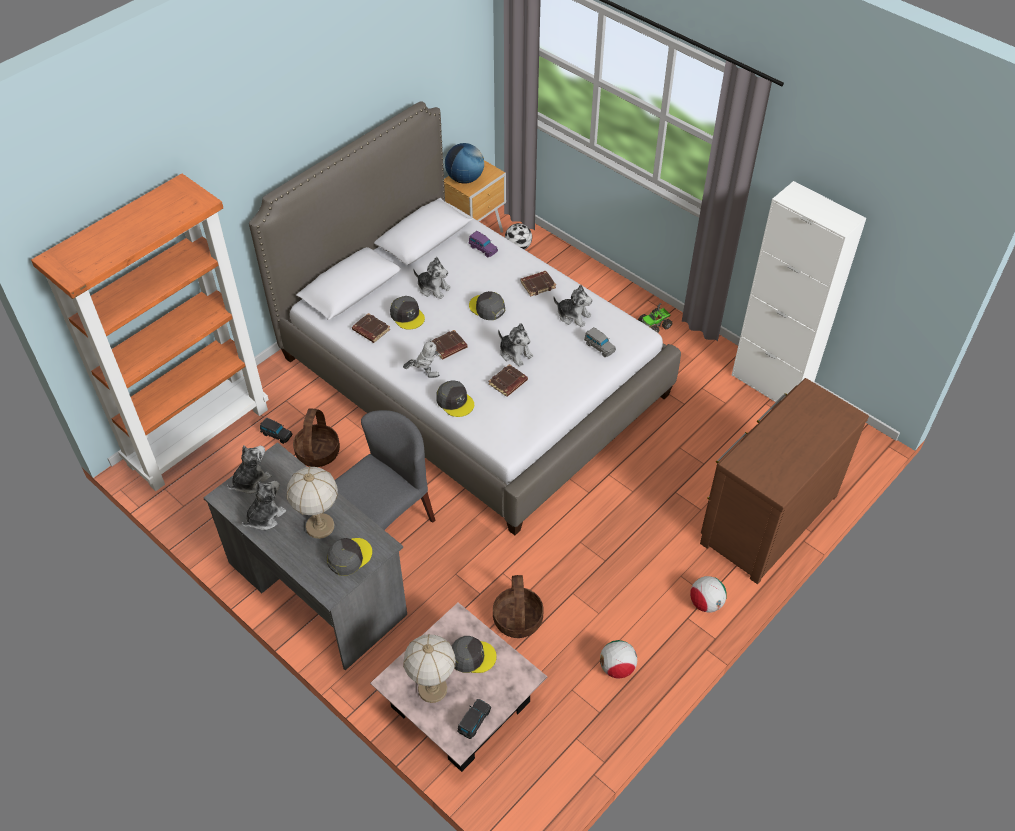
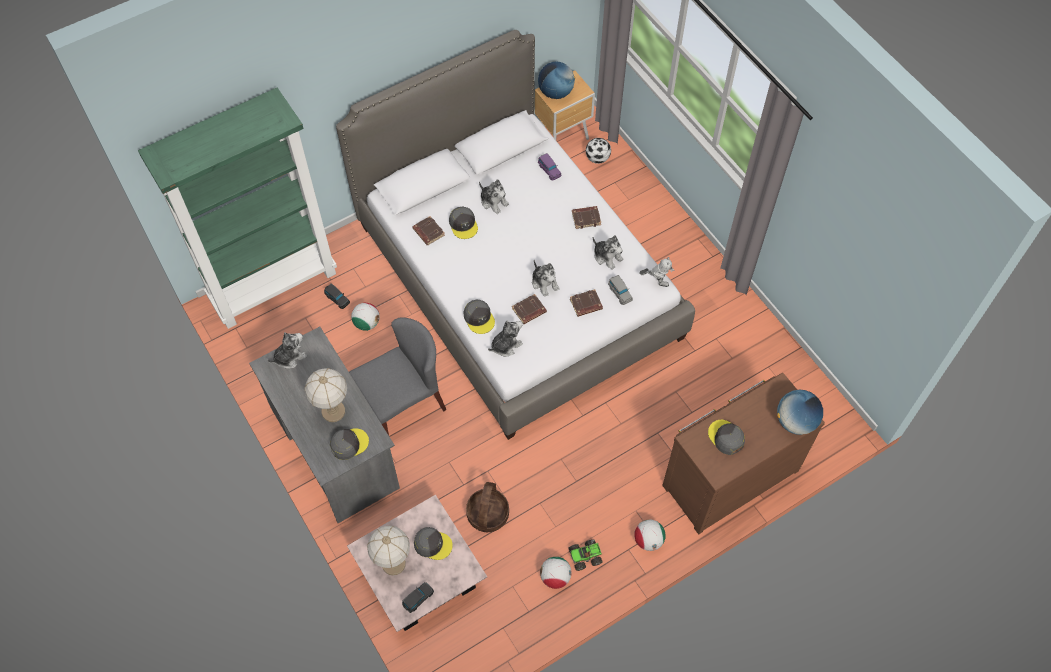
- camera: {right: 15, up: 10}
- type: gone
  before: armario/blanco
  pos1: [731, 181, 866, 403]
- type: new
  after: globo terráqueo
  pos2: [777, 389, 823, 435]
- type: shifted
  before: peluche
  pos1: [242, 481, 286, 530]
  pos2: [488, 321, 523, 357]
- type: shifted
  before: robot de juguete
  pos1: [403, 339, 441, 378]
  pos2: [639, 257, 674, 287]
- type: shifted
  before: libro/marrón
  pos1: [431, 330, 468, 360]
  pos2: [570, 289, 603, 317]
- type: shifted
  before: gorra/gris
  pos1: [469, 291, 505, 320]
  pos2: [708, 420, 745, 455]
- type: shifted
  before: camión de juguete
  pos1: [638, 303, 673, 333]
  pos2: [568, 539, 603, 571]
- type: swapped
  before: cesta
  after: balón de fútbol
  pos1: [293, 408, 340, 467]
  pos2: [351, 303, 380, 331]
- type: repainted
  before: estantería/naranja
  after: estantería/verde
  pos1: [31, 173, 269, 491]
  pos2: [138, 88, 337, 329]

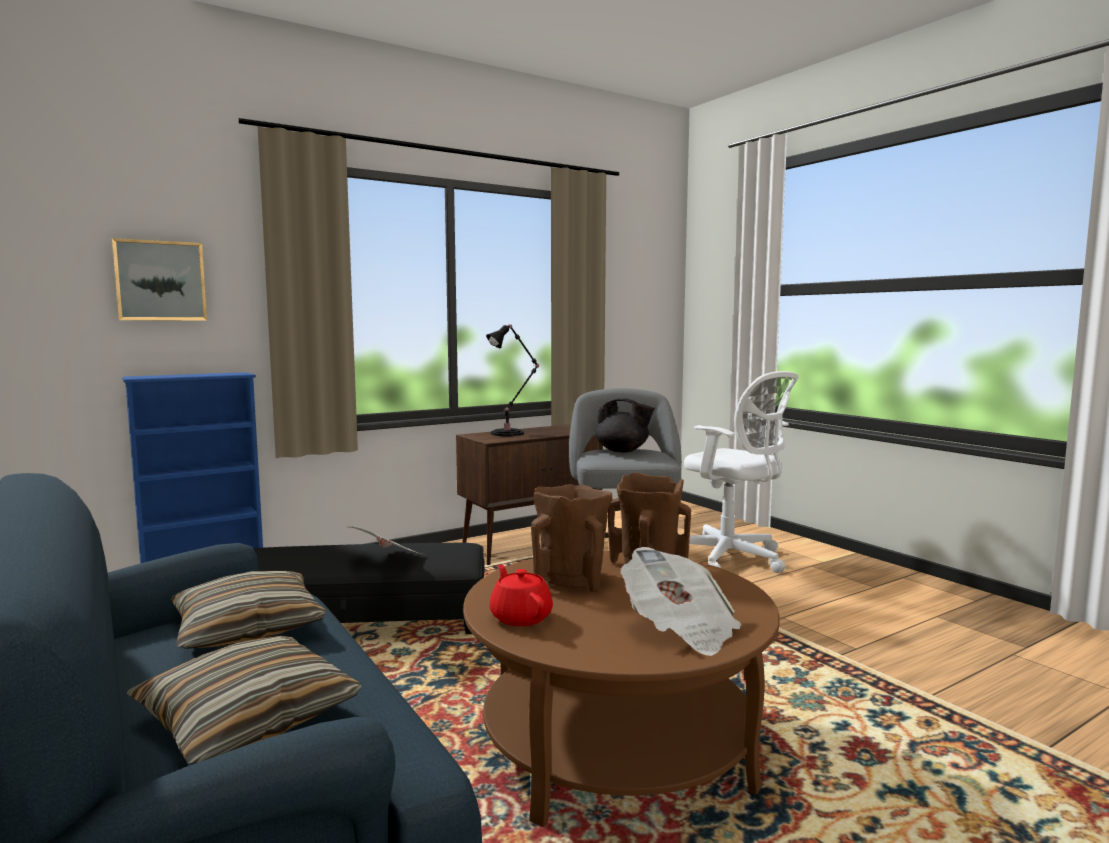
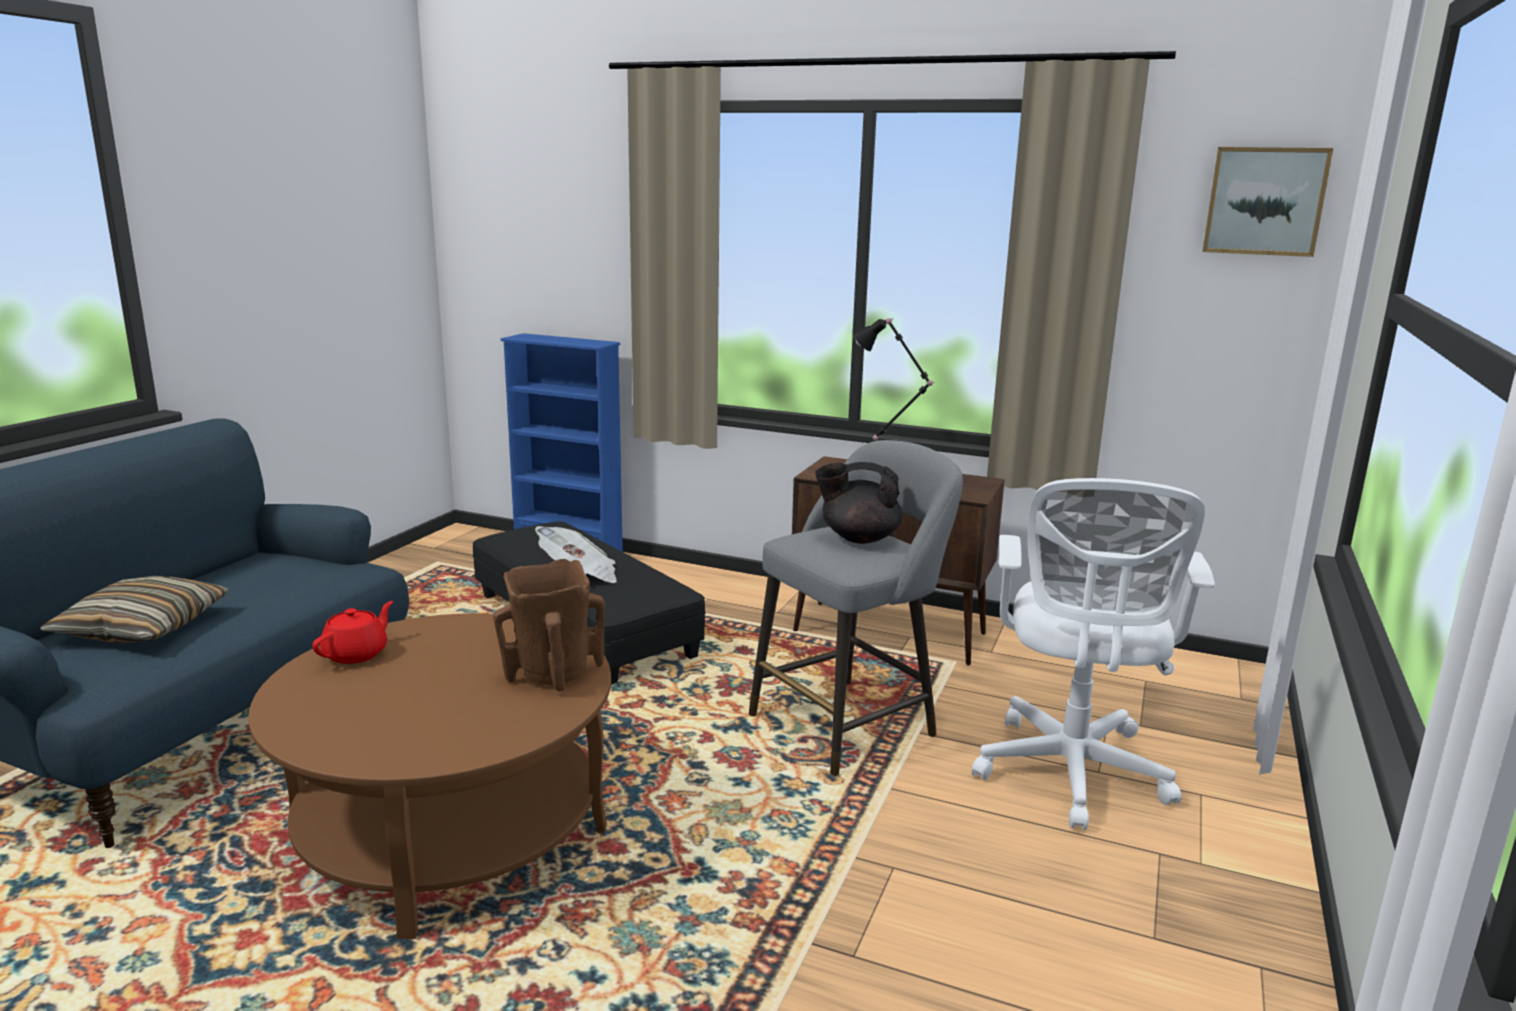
- camera: {right: 55, up: 10}
- type: gone
  before: cojín
  pos1: [171, 571, 327, 649]
- type: gone
  before: florero/marrón
  pos1: [531, 484, 612, 592]
- type: gone
  before: periódico
  pos1: [621, 547, 741, 656]
- type: shifted
  before: cuadro
  pos1: [112, 238, 207, 320]
  pos2: [1203, 147, 1333, 257]
- type: rotated
  before: tetera/negro
  pos1: [595, 399, 655, 453]
  pos2: [815, 462, 903, 544]
  turn: 105

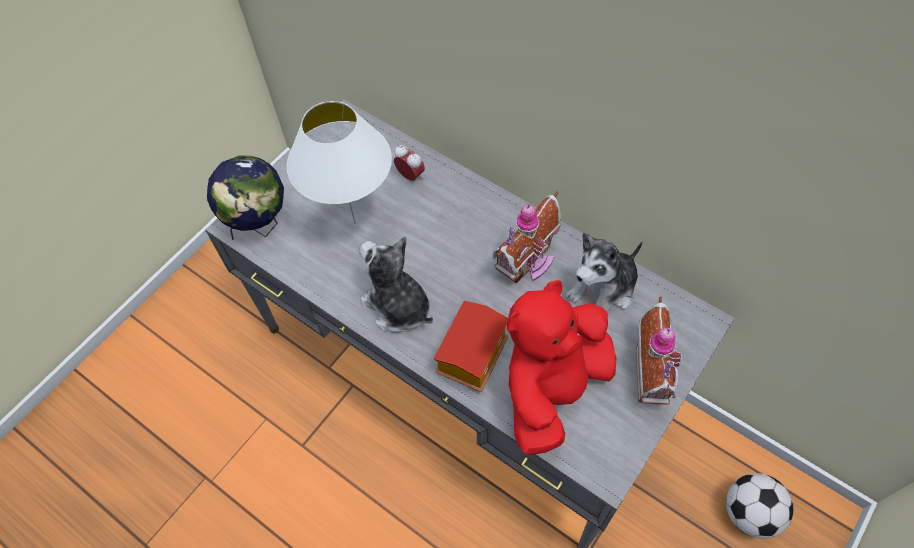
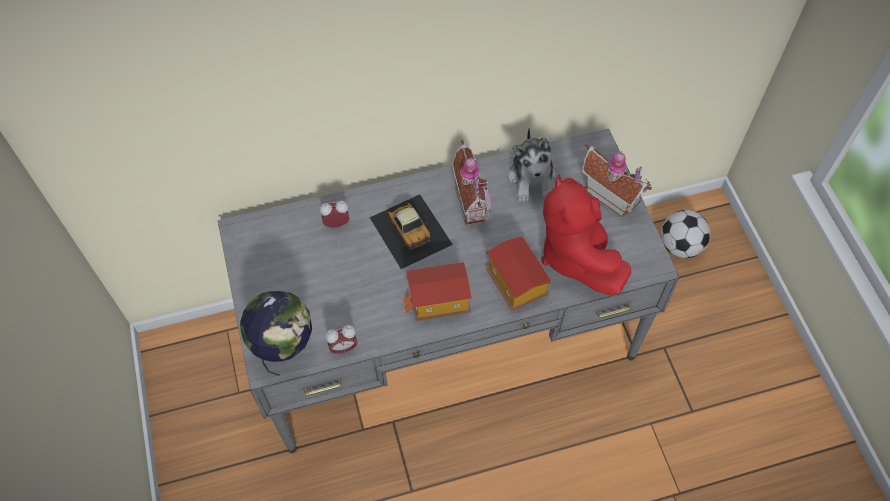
- camera: {right: -55, up: 0}
- type: gone
  before: lámpara de mesa/blanco
  pos1: [287, 101, 392, 223]
- type: new
  after: despertador
  pos2: [325, 325, 358, 355]
- type: new
  after: coche de juguete
  pos2: [370, 195, 453, 269]
- type: swapped
  before: peluche
  after: casita
  pos1: [359, 236, 433, 333]
  pos2: [403, 262, 472, 321]

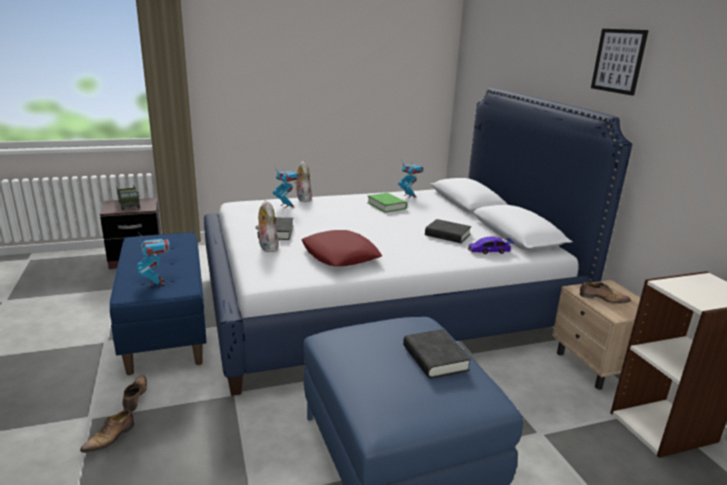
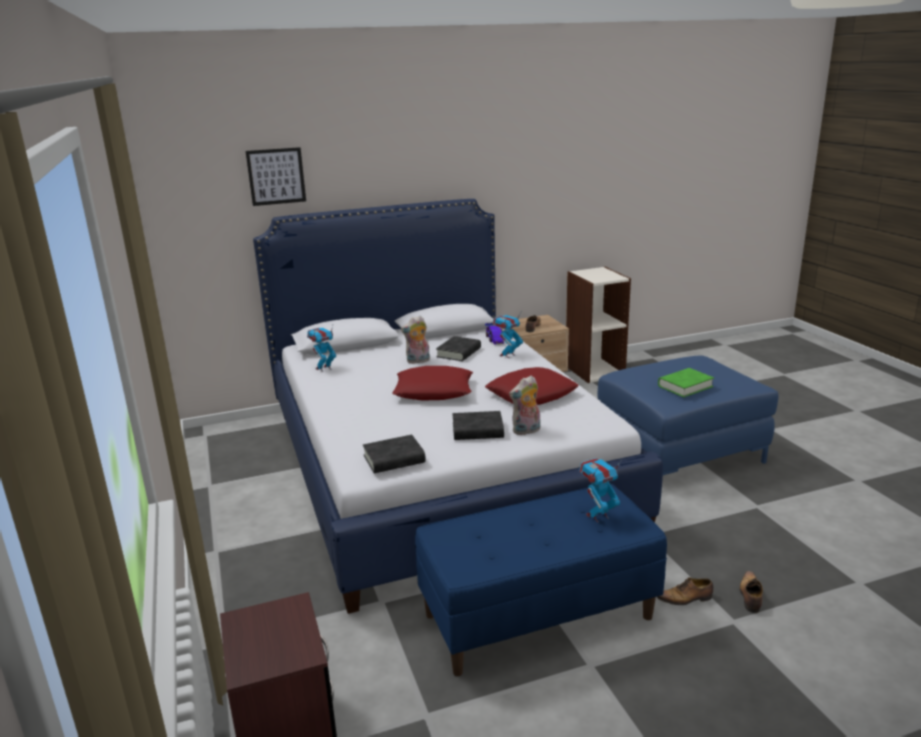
- camera: {right: -90, up: 0}
- type: gone
  before: camión de juguete
  pos1: [117, 184, 140, 210]
- type: new
  after: cojín/rojo
  pos2: [392, 366, 473, 401]
- type: shifted
  before: robot de juguete
  pos1: [273, 169, 300, 208]
  pos2: [493, 312, 523, 358]
- type: shifted
  before: peluche
  pos1: [294, 161, 312, 202]
  pos2: [401, 316, 430, 364]
- type: shifted
  before: libro/verde
  pos1: [367, 193, 407, 213]
  pos2: [658, 368, 714, 397]
- type: shifted
  before: libro/negro
  pos1: [403, 329, 471, 379]
  pos2: [363, 435, 426, 473]
- type: shifted
  before: cuadro
  pos1: [591, 29, 649, 96]
  pos2: [245, 147, 306, 206]
- type: rotated
  before: zapato
  pos1: [80, 410, 134, 453]
  pos2: [739, 571, 763, 613]
  turn: -105

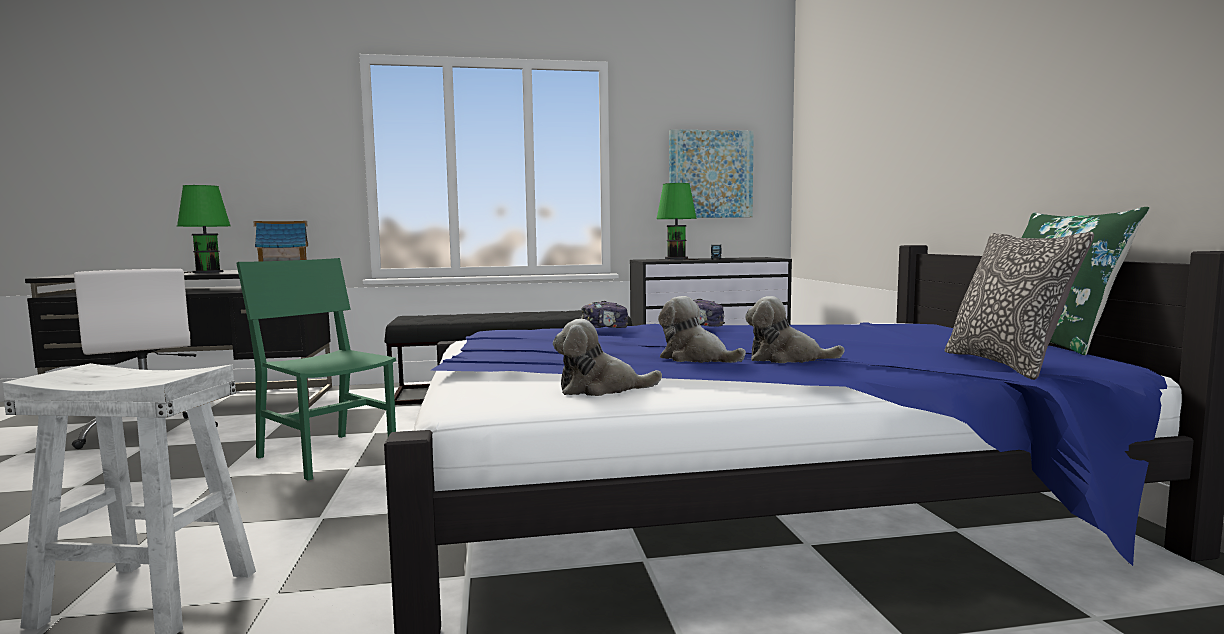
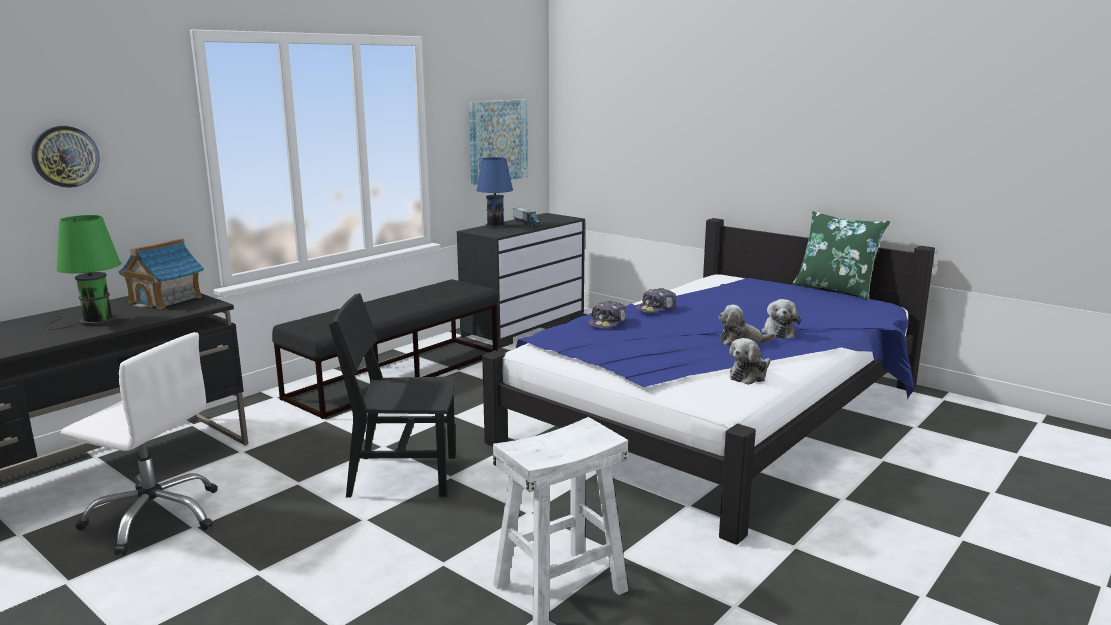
- camera: {right: -40, up: 10}
- type: gone
  before: cojín
  pos1: [945, 232, 1094, 380]
- type: new
  after: reloj de pared
  pos2: [31, 126, 100, 188]
- type: repainted
  before: silla/verde
  after: silla/negro
  pos1: [236, 258, 396, 481]
  pos2: [329, 293, 456, 497]
- type: repainted
  before: lámpara de mesa/verde
  after: lámpara de mesa/azul
  pos1: [657, 183, 699, 260]
  pos2: [476, 157, 523, 232]
- type: rotated
  before: peluche
  pos1: [745, 296, 845, 363]
  pos2: [761, 299, 801, 338]
  turn: -60

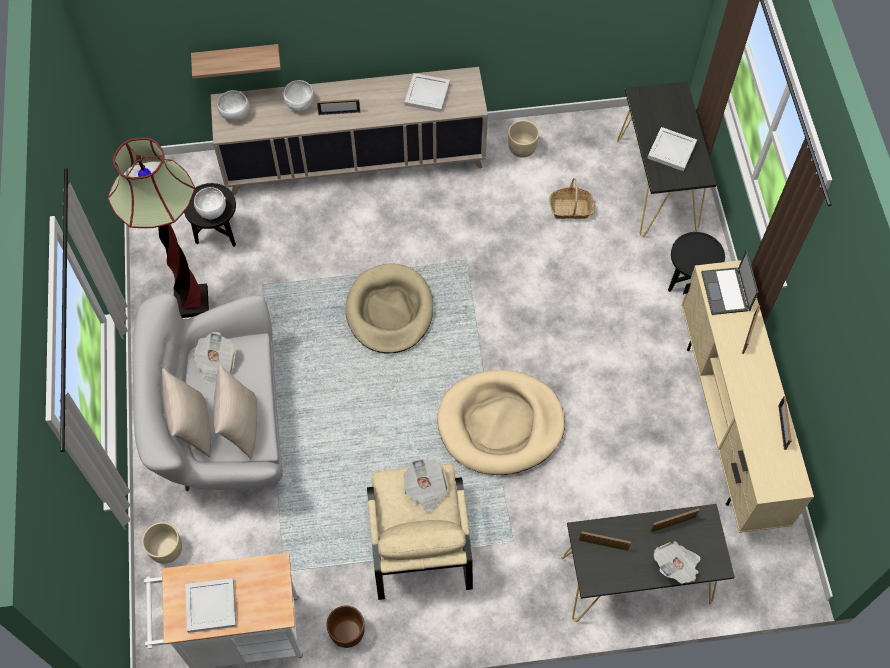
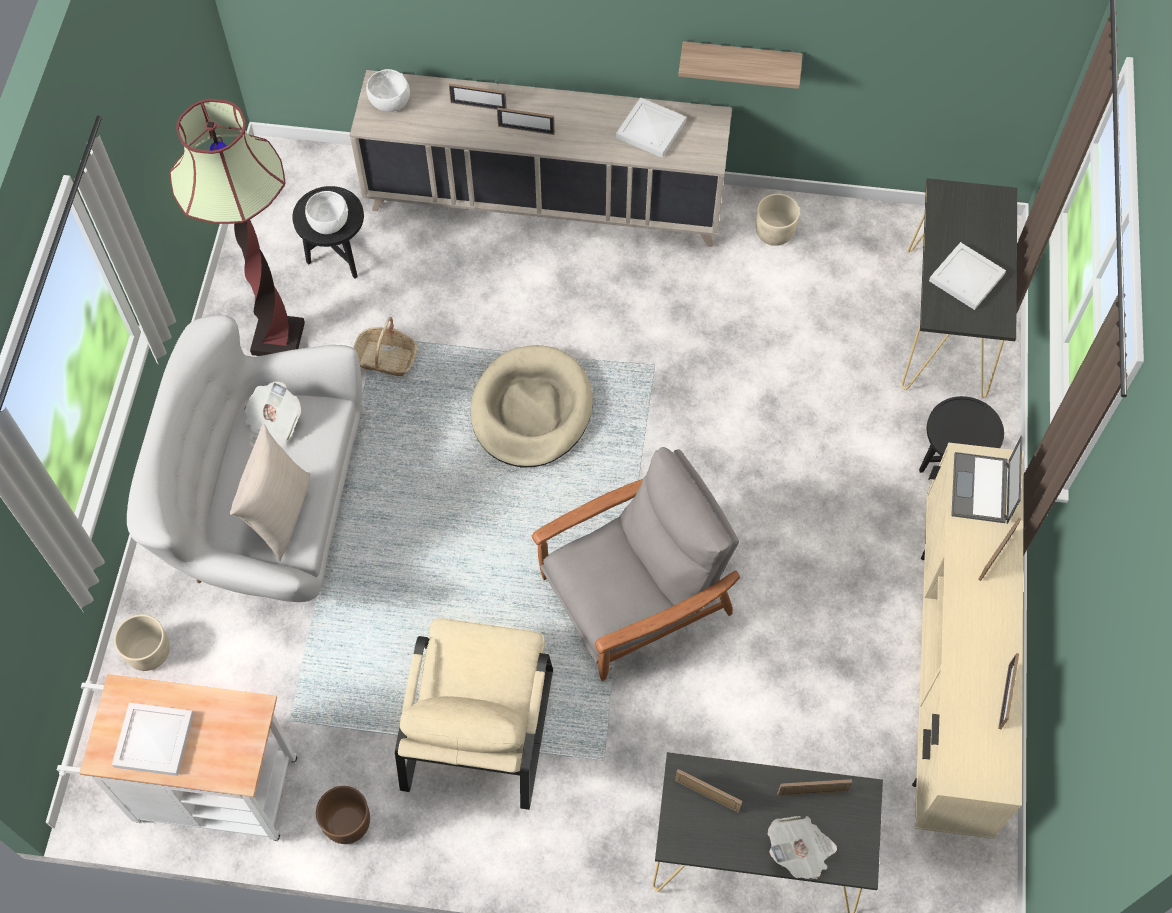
- camera: {right: 15, up: 0}
- type: gone
  before: cojín/beis
  pos1: [162, 368, 211, 458]
- type: gone
  before: periódico
  pos1: [403, 458, 449, 512]
- type: shifted
  before: estante
  pos1: [191, 44, 281, 79]
  pos2: [678, 41, 802, 89]
- type: shifted
  before: cesta
  pos1: [549, 178, 594, 219]
  pos2: [353, 317, 417, 376]
- type: swapped
  before: cuenco/blanco
  after: portarretratos
  pos1: [282, 80, 314, 111]
  pos2: [449, 84, 507, 110]
- type: swapped
  before: cama para perro/beis
  after: sillón/gris
  pos1: [437, 370, 565, 475]
  pos2: [532, 447, 740, 681]

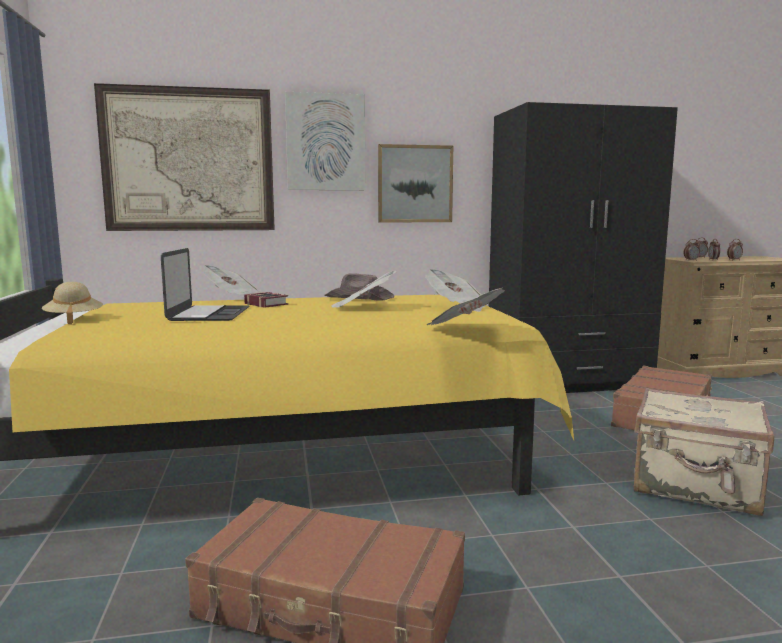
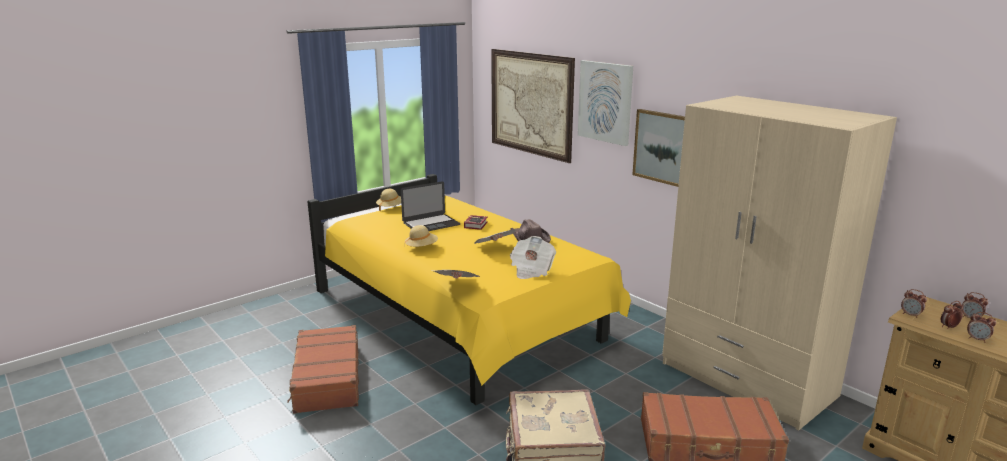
- camera: {right: 60, up: 10}
- type: gone
  before: periódico
  pos1: [202, 265, 261, 297]
- type: new
  after: sombrero/beis
  pos2: [405, 225, 438, 247]
- type: repainted
  before: armario ropero/negro
  after: armario ropero/beis
  pos1: [489, 102, 678, 393]
  pos2: [662, 96, 897, 431]

